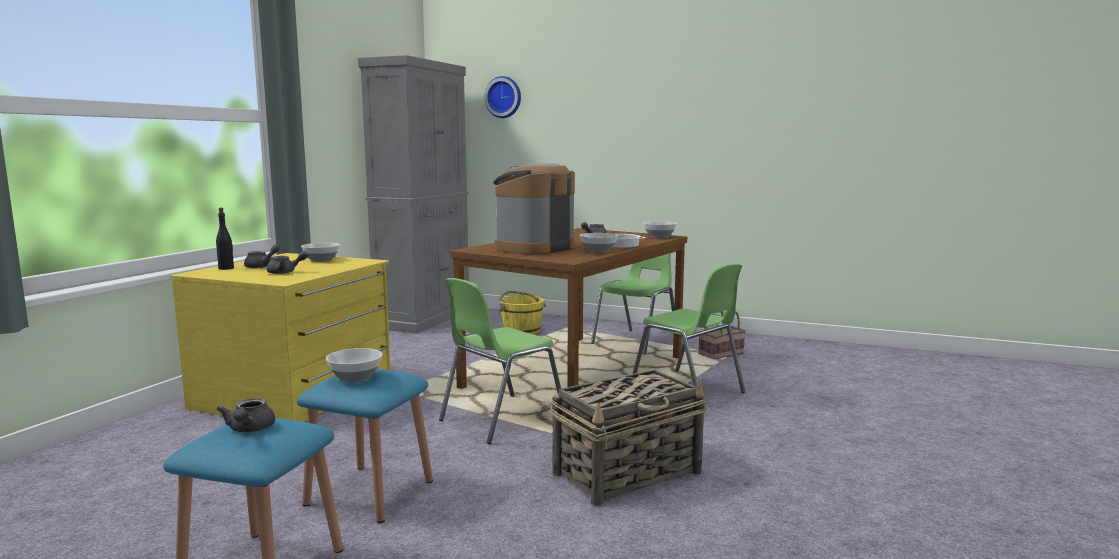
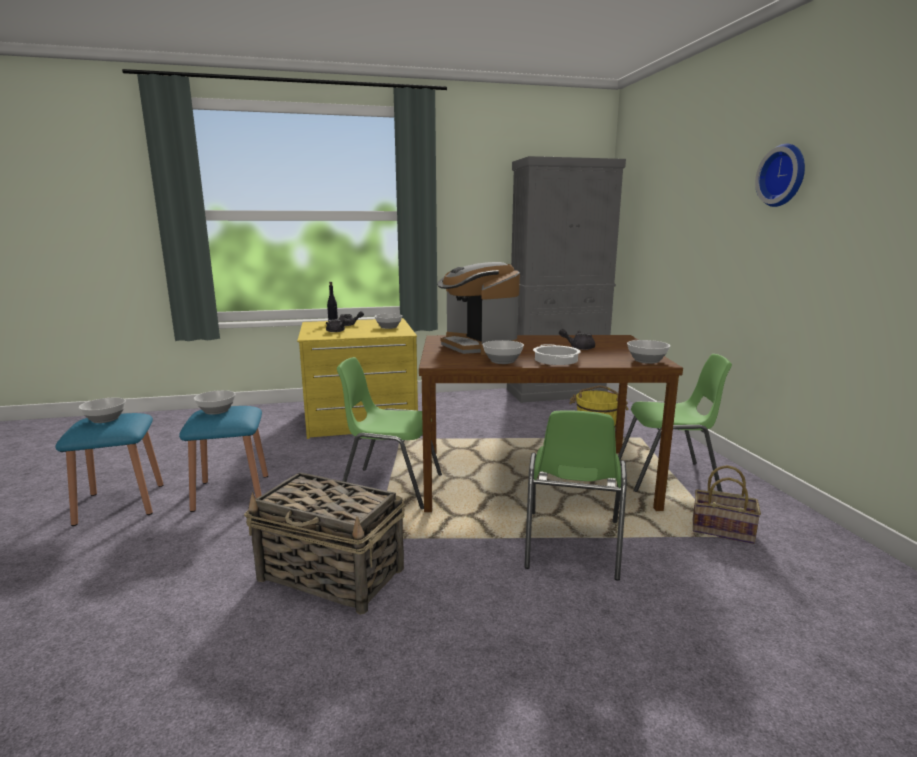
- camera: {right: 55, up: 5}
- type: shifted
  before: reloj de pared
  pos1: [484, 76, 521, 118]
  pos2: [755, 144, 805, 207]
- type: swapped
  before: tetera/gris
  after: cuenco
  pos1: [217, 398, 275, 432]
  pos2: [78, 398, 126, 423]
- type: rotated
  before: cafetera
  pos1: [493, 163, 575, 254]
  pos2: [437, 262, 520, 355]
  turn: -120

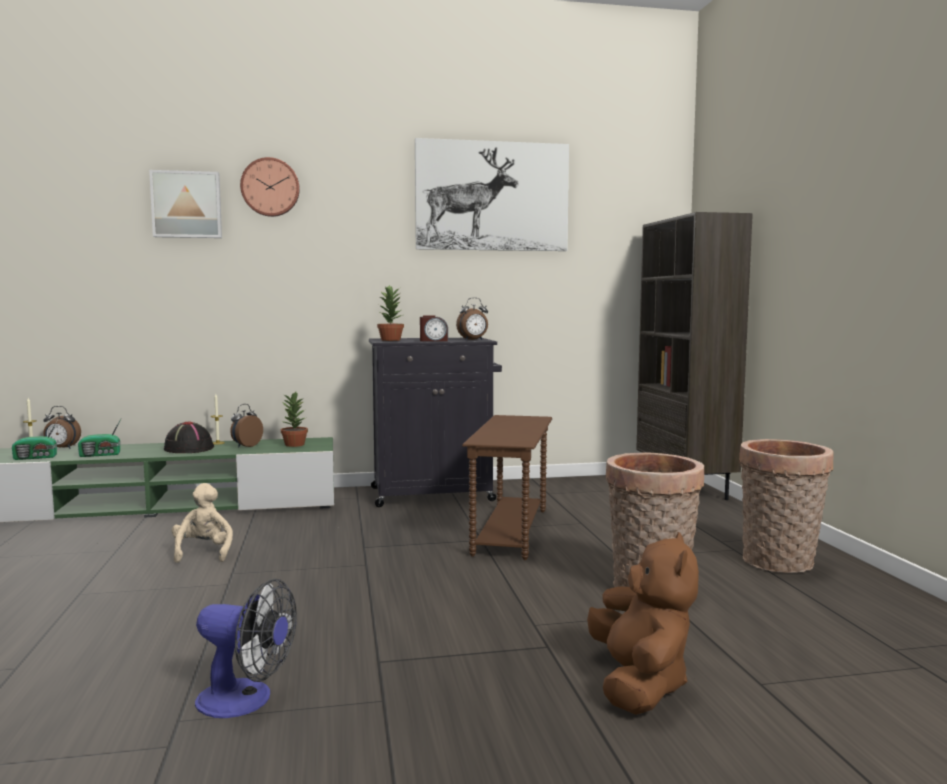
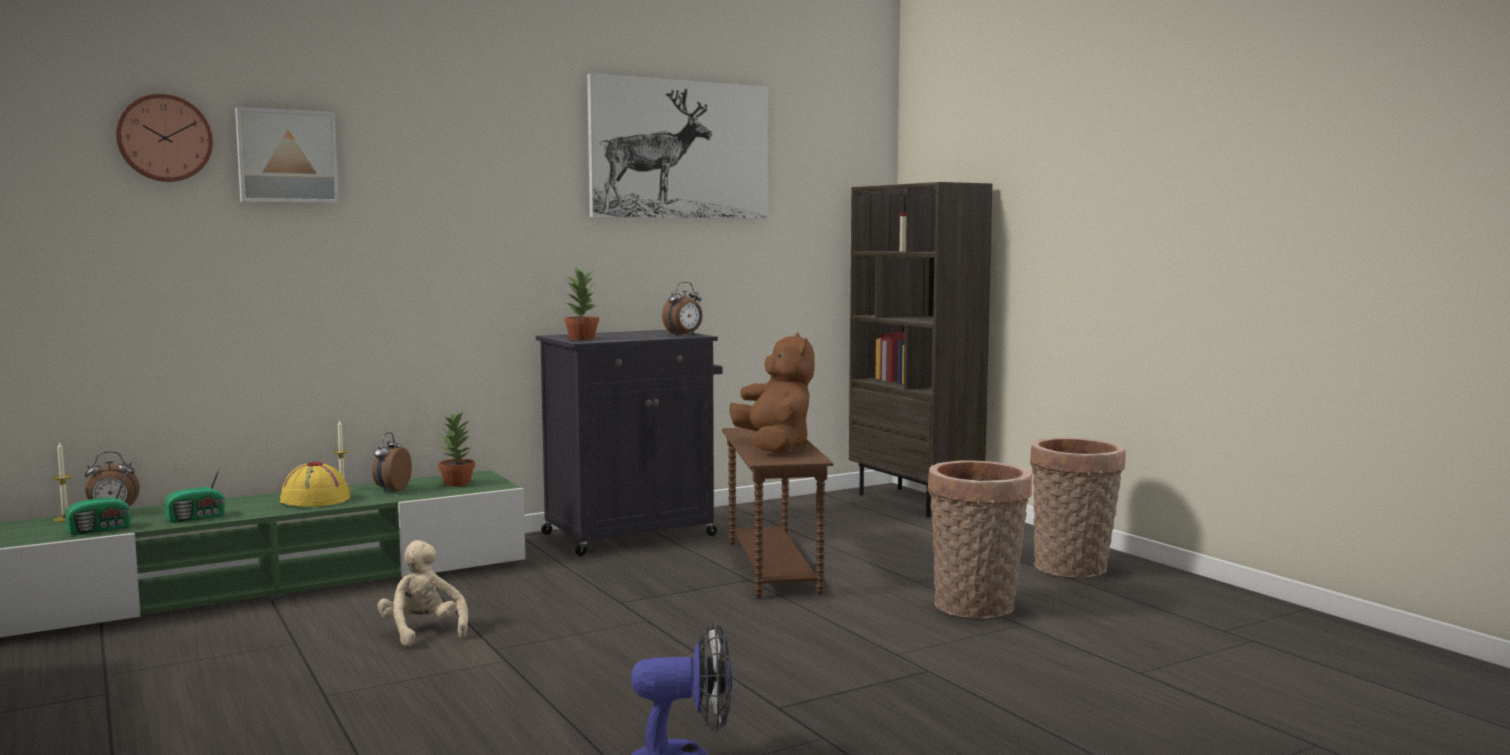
- camera: {right: -20, up: 0}
- type: gone
  before: despertador
  pos1: [420, 315, 448, 341]
- type: shifted
  before: reloj de pared
  pos1: [240, 157, 300, 217]
  pos2: [116, 94, 213, 182]
- type: shifted
  before: peluche/marrón
  pos1: [587, 532, 699, 715]
  pos2: [729, 333, 815, 454]
- type: repainted
  before: sombrero/negro
  after: sombrero/amarillo
  pos1: [164, 421, 214, 453]
  pos2: [280, 462, 350, 507]

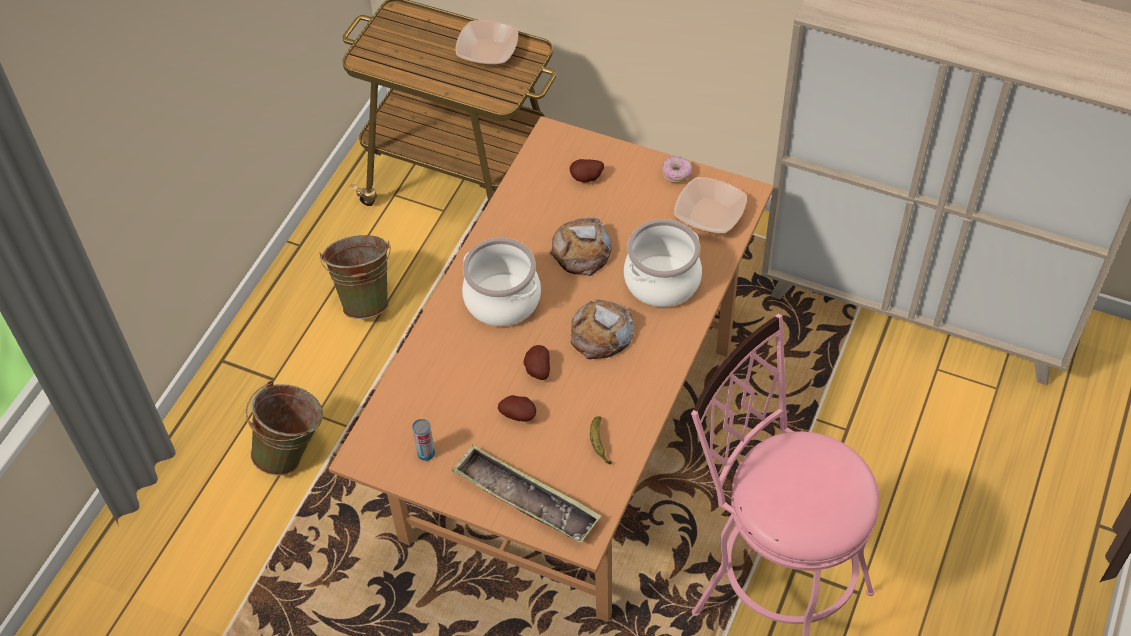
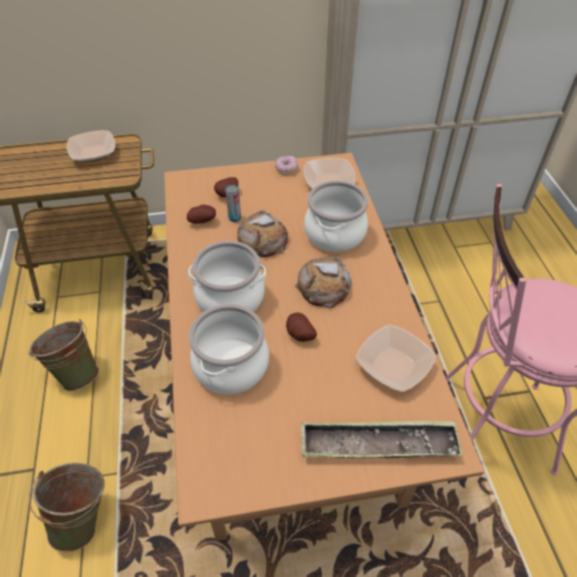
- camera: {right: -35, up: -5}
- type: new
  after: olla
  pos2: [189, 304, 269, 394]
- type: shifted
  before: lata
  pos1: [412, 419, 435, 461]
  pos2: [225, 184, 241, 222]
- type: shifted
  before: patata
  pos1: [498, 395, 536, 422]
  pos2: [187, 205, 216, 224]
- type: swapped
  before: plátano
  after: cuenco
  pos1: [590, 416, 612, 465]
  pos2: [356, 325, 436, 392]

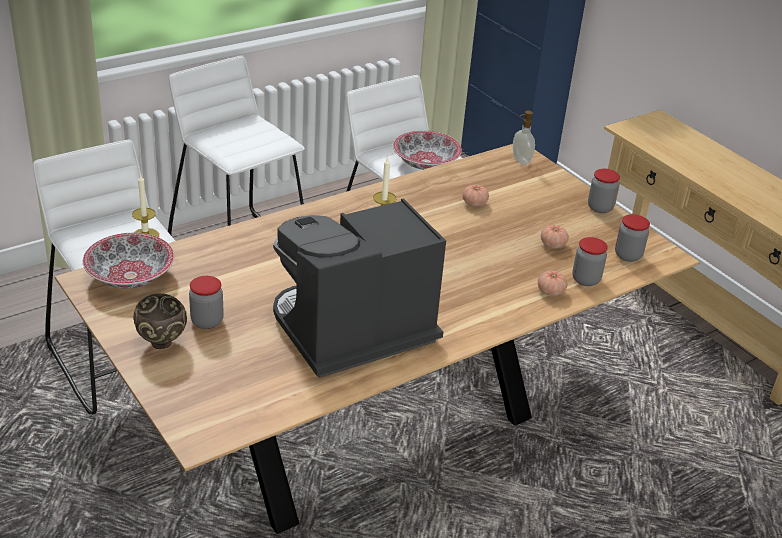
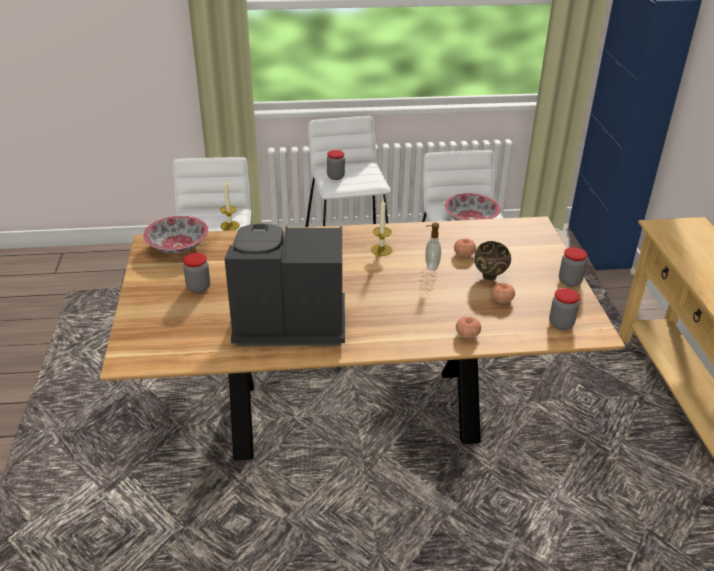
- camera: {right: 30, up: 0}
- type: shifted
  before: cuenco/marrón
  pos1: [133, 293, 187, 349]
  pos2: [474, 241, 511, 281]
- type: shifted
  before: dispensador de jabón
  pos1: [513, 111, 535, 164]
  pos2: [425, 223, 441, 271]
- type: shifted
  before: tarro
  pos1: [572, 237, 608, 286]
  pos2: [327, 150, 345, 180]

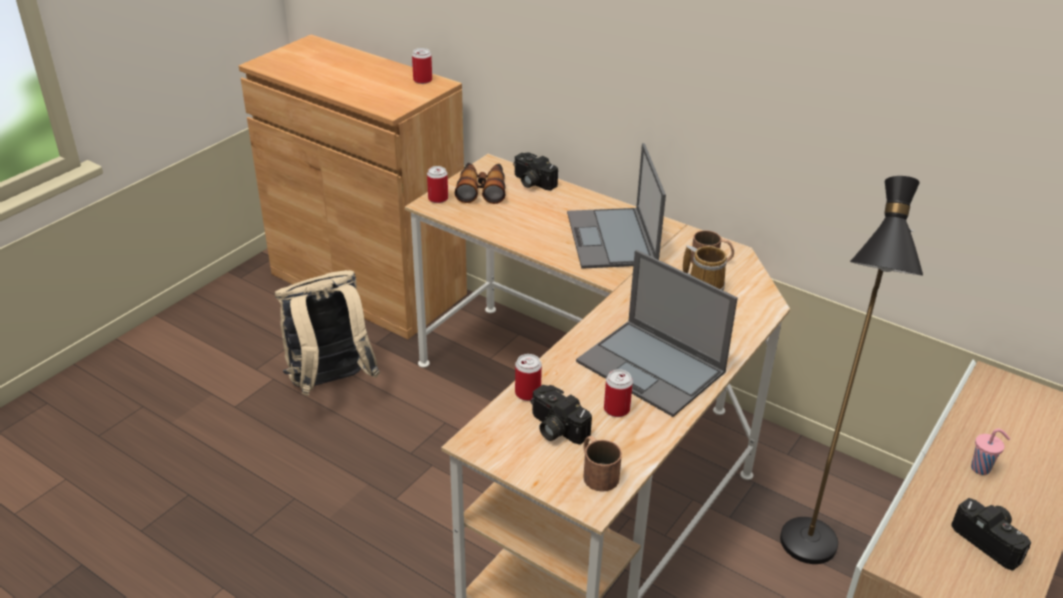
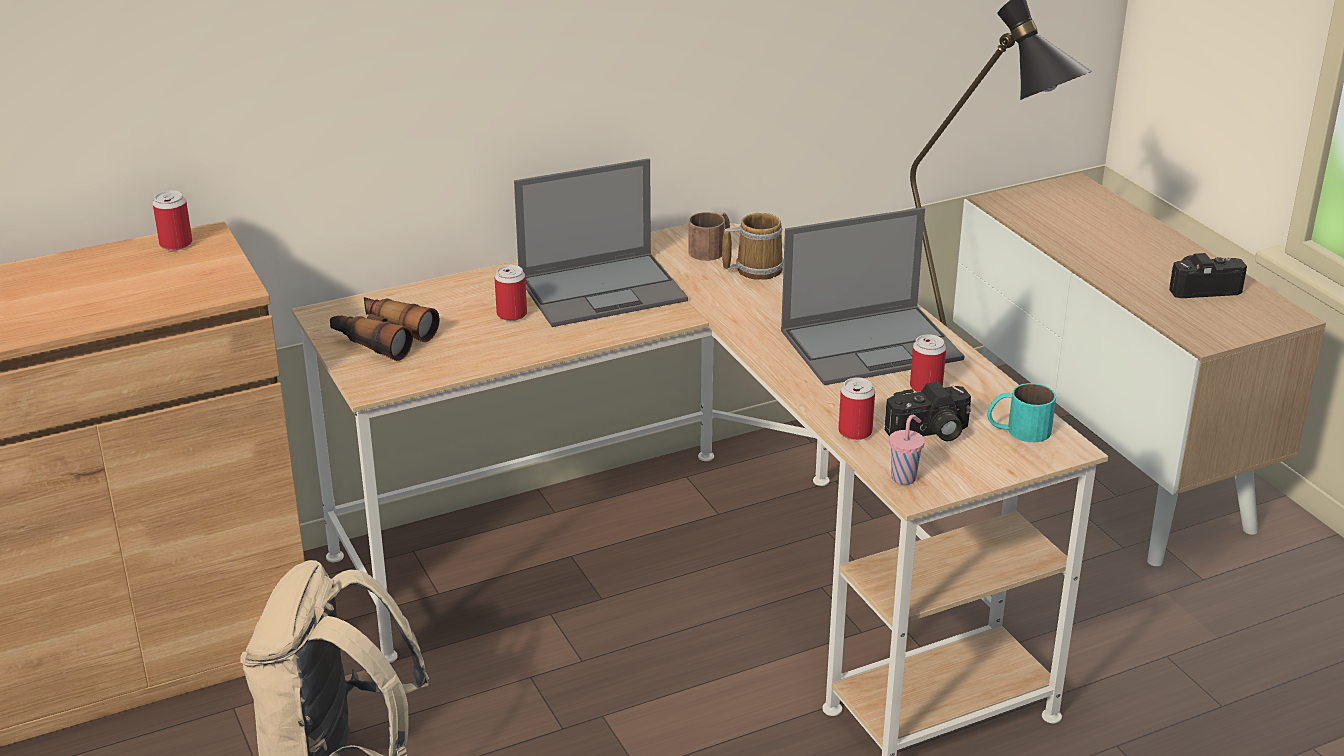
- camera: {right: -60, up: -5}
- type: gone
  before: cámara
  pos1: [513, 152, 558, 191]
- type: shifted
  before: lata
  pos1: [427, 166, 448, 203]
  pos2: [495, 265, 527, 321]
- type: shifted
  before: taza/rosa
  pos1: [971, 429, 1010, 475]
  pos2: [889, 415, 925, 485]
- type: repainted
  before: taza grande/marrón
  after: taza grande/turquesa
  pos1: [583, 436, 622, 492]
  pos2: [987, 383, 1056, 442]
- type: rotated
  before: portátil
  pos1: [567, 143, 666, 269]
  pos2: [514, 158, 688, 327]
  turn: -45

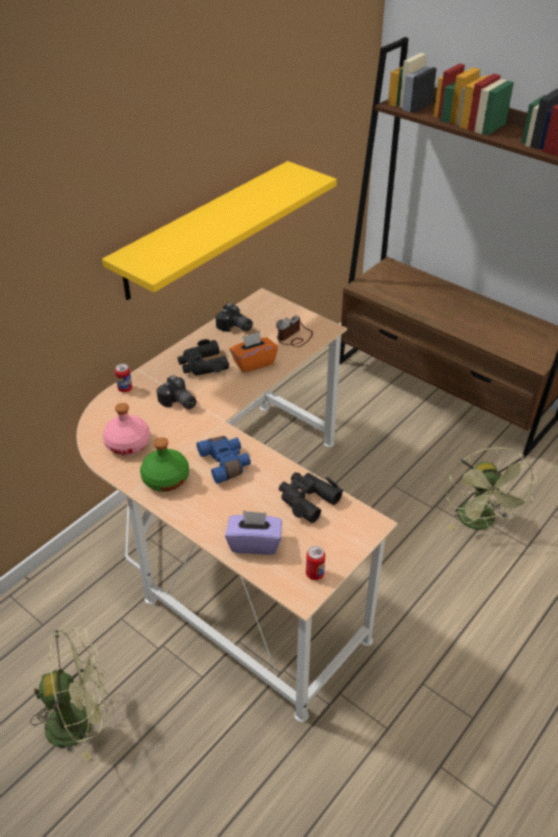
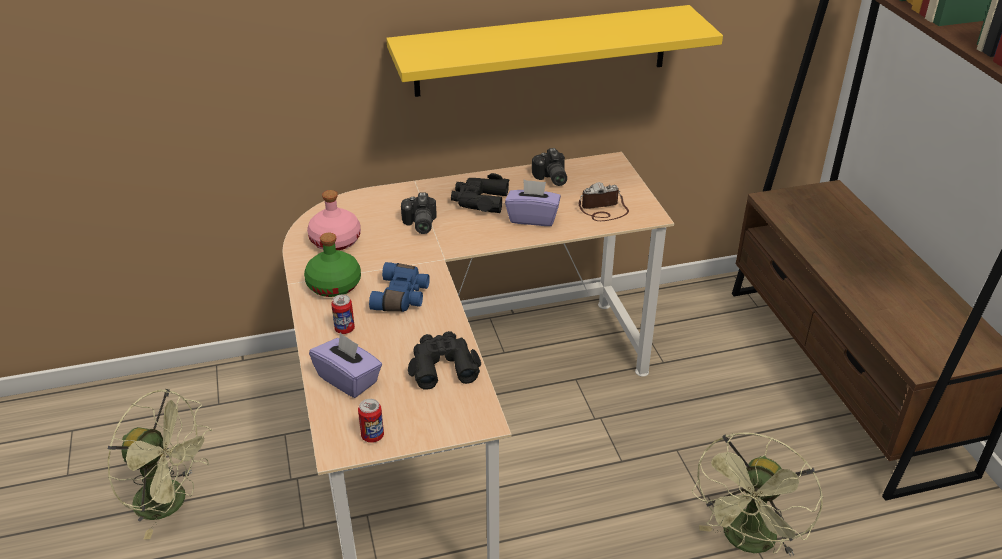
- camera: {right: 35, up: -5}
- type: shifted
  before: lata
  pos1: [115, 364, 132, 392]
  pos2: [331, 295, 355, 334]
- type: repainted
  before: caja de pañuelos/naranja
  after: caja de pañuelos/morado
  pos1: [230, 332, 278, 373]
  pos2: [505, 180, 561, 226]

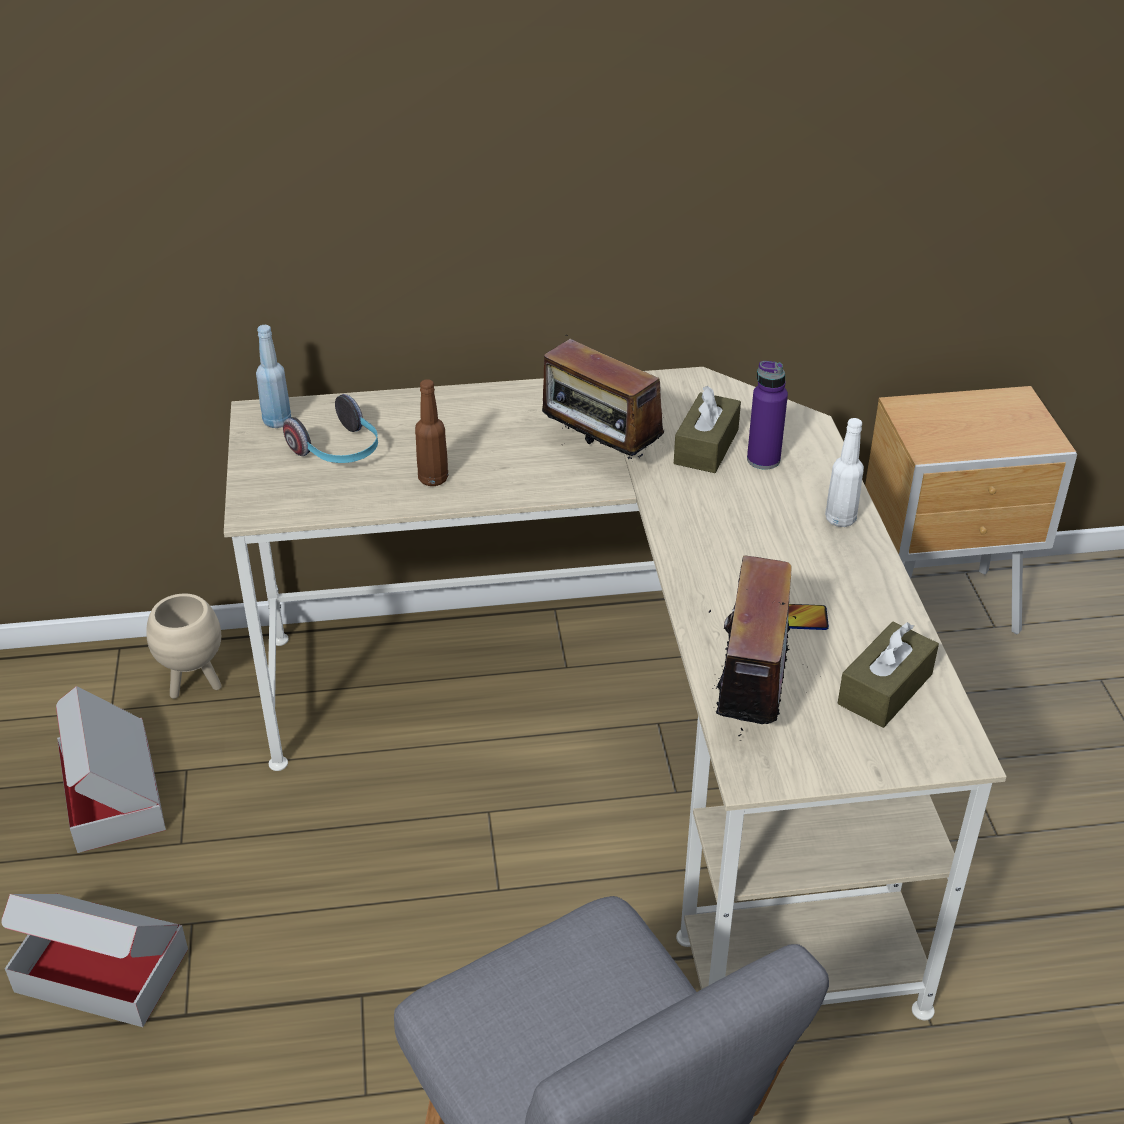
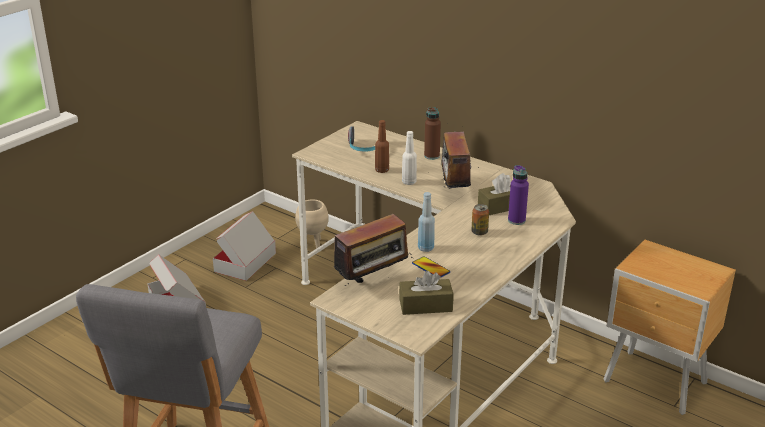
- camera: {right: 45, up: -10}
- type: new
  after: botella/marrón
  pos2: [424, 107, 441, 160]
- type: new
  after: lata
  pos2: [472, 204, 489, 236]
- type: shifted
  before: botella/azul
  pos1: [256, 325, 291, 428]
  pos2: [418, 192, 435, 252]
- type: shifted
  before: botella/blanco
  pos1: [825, 418, 864, 527]
  pos2: [402, 131, 417, 185]

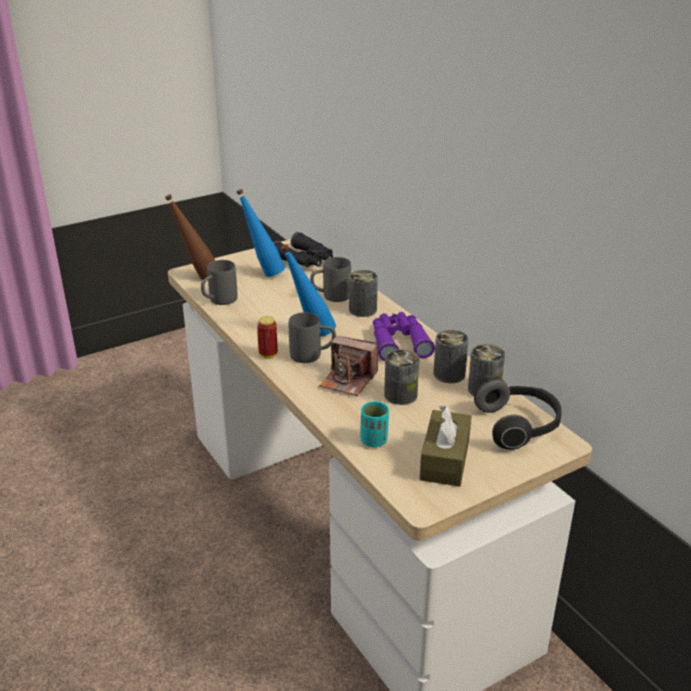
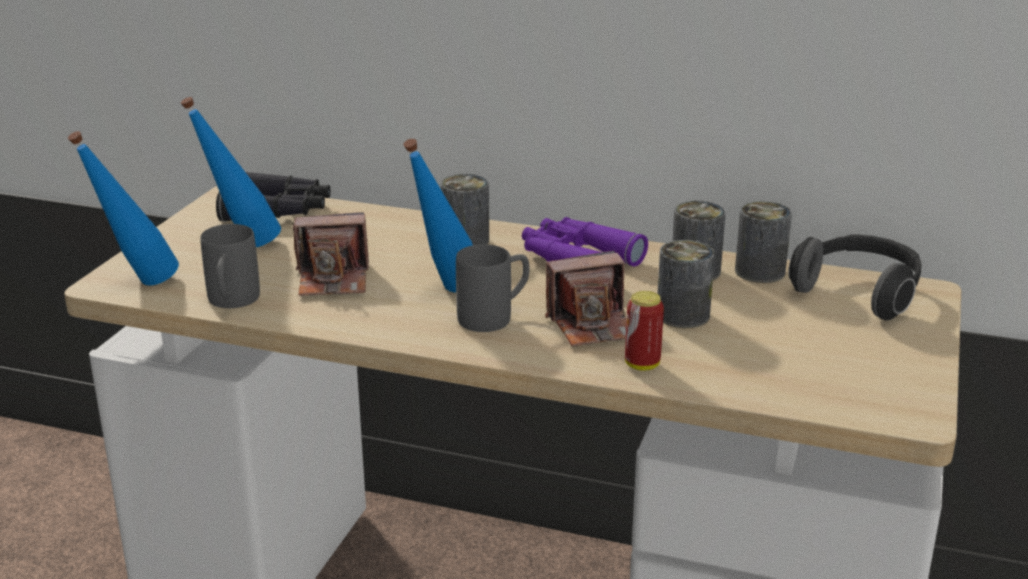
- camera: {right: -40, up: -5}
- type: gone
  before: taza grande/gris
  pos1: [310, 257, 351, 302]
- type: gone
  before: taza/turquesa
  pos1: [361, 401, 389, 447]
- type: gone
  before: caja de pañuelos/marrón
  pos1: [420, 405, 472, 487]
- type: new
  after: cámara
  pos2: [293, 212, 369, 296]
- type: shifted
  before: lata
  pos1: [257, 316, 278, 358]
  pos2: [625, 291, 664, 371]
- type: repainted
  before: botella/marrón
  after: botella/azul
  pos1: [165, 194, 215, 280]
  pos2: [68, 131, 179, 286]

